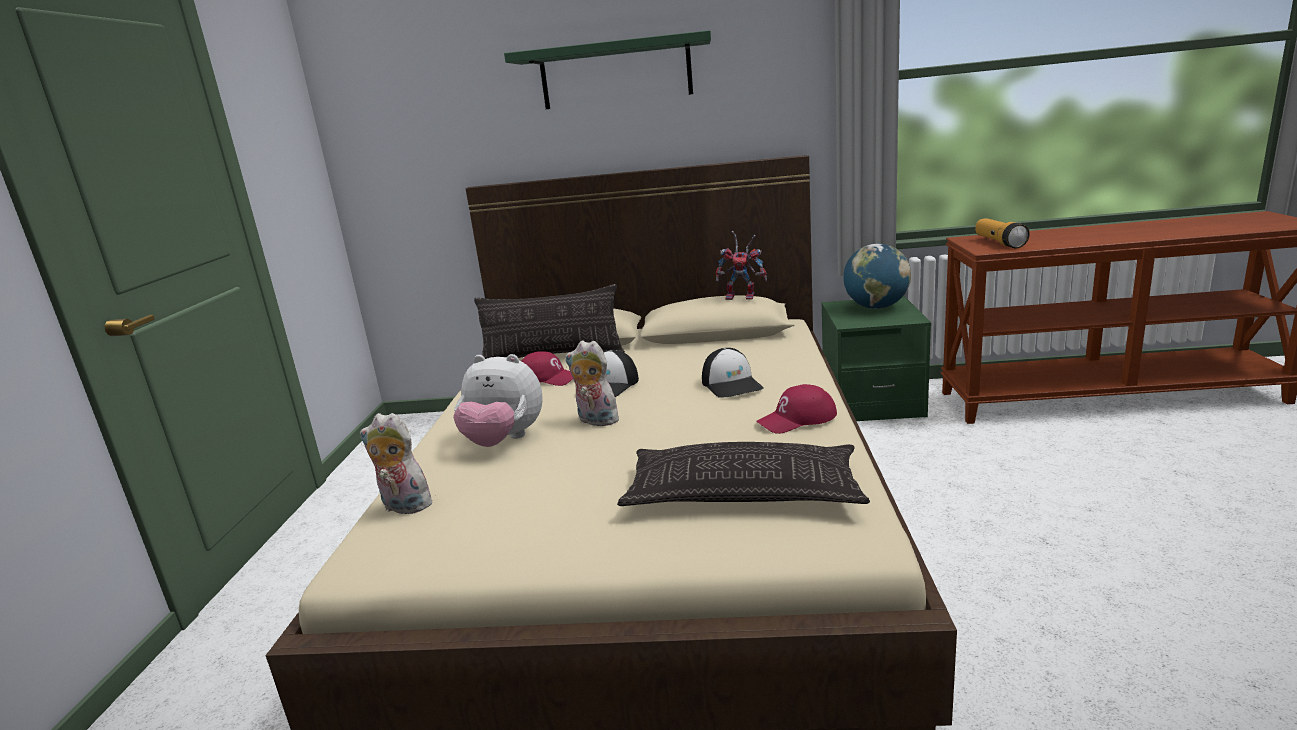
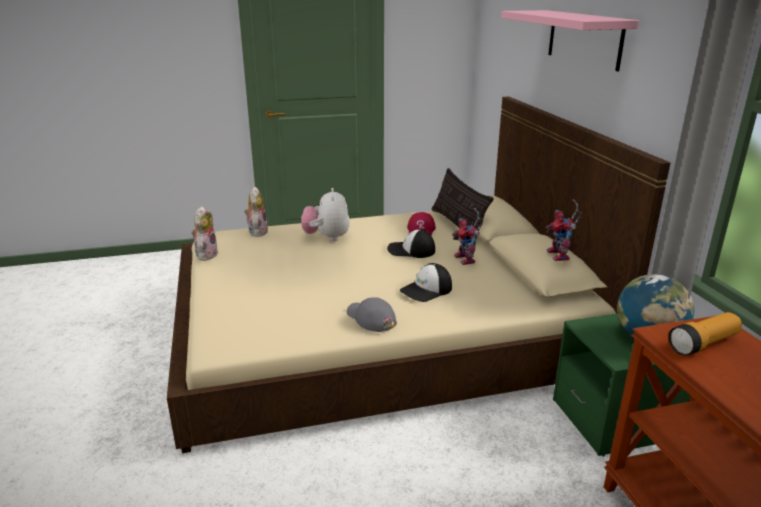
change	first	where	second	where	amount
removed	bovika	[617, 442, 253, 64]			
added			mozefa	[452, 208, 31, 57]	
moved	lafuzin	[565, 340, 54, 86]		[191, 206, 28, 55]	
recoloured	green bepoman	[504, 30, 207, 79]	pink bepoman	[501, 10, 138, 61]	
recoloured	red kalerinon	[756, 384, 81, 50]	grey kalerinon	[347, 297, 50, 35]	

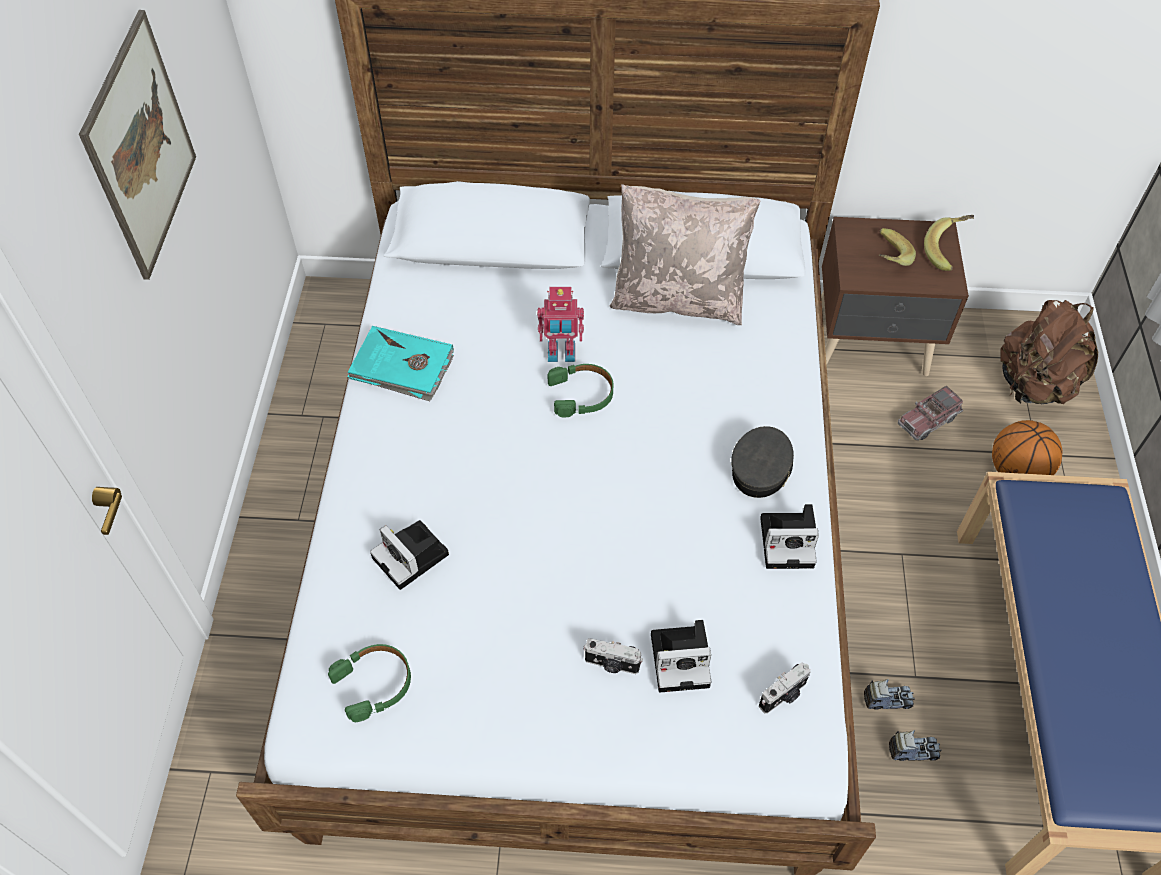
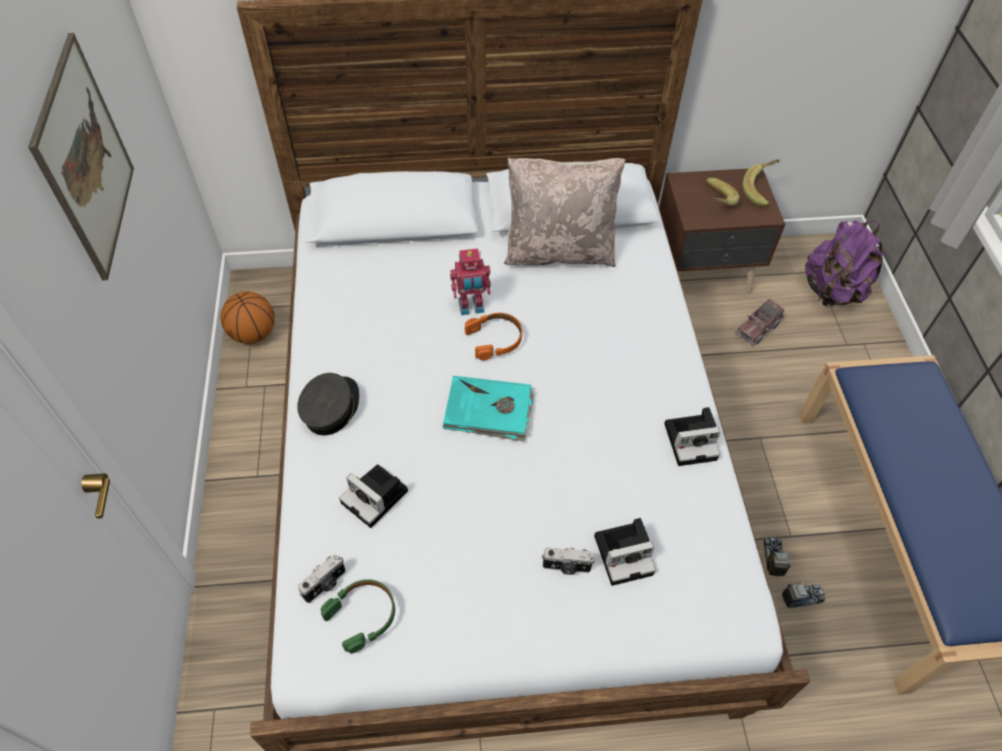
change	first	where	second	where	amount
moved	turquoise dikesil	[347, 326, 107, 75]		[442, 376, 92, 66]	
moved	grey kalerinon	[731, 426, 63, 72]		[297, 373, 62, 62]	
moved	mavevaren	[759, 662, 52, 52]		[298, 554, 48, 49]	
moved	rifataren	[992, 420, 70, 55]		[220, 291, 55, 53]	
recoloured	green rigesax	[547, 364, 66, 53]	orange rigesax	[465, 313, 57, 47]	
recoloured	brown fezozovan	[1001, 300, 97, 104]	purple fezozovan	[805, 220, 78, 86]	
turned	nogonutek	[864, 679, 51, 31]		[764, 537, 27, 39]	75 degrees counterclockwise

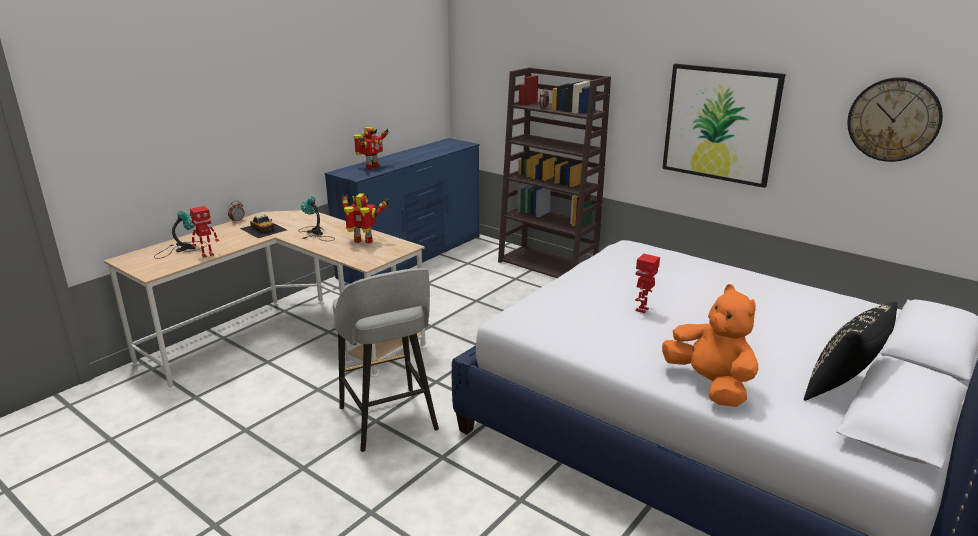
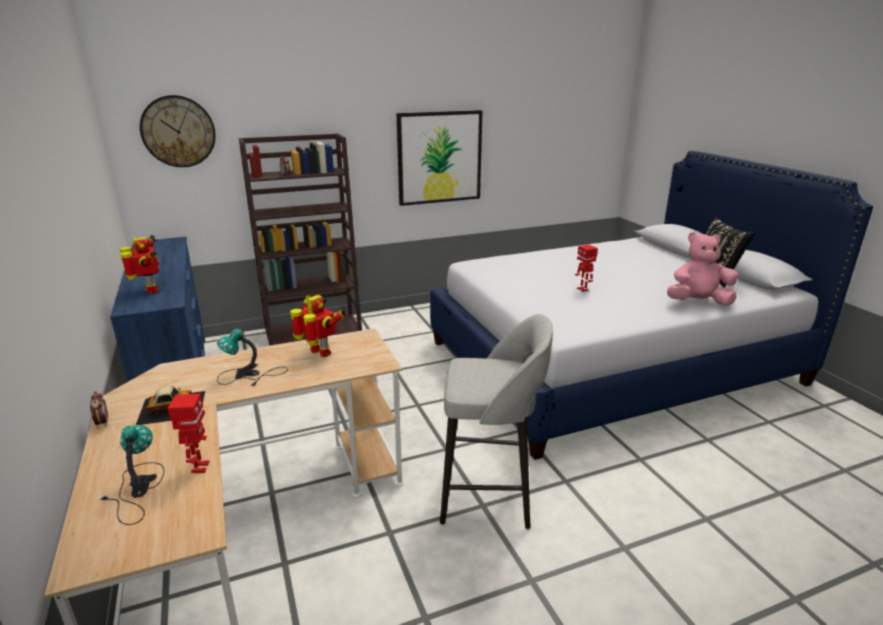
change	first	where	second	where	amount
moved	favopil	[847, 77, 96, 85]		[140, 95, 76, 72]	
recoloured	orange lafuzin	[662, 284, 96, 123]	pink lafuzin	[667, 232, 71, 74]	
turned	mozefa	[342, 193, 47, 50]		[290, 291, 56, 66]	90 degrees clockwise

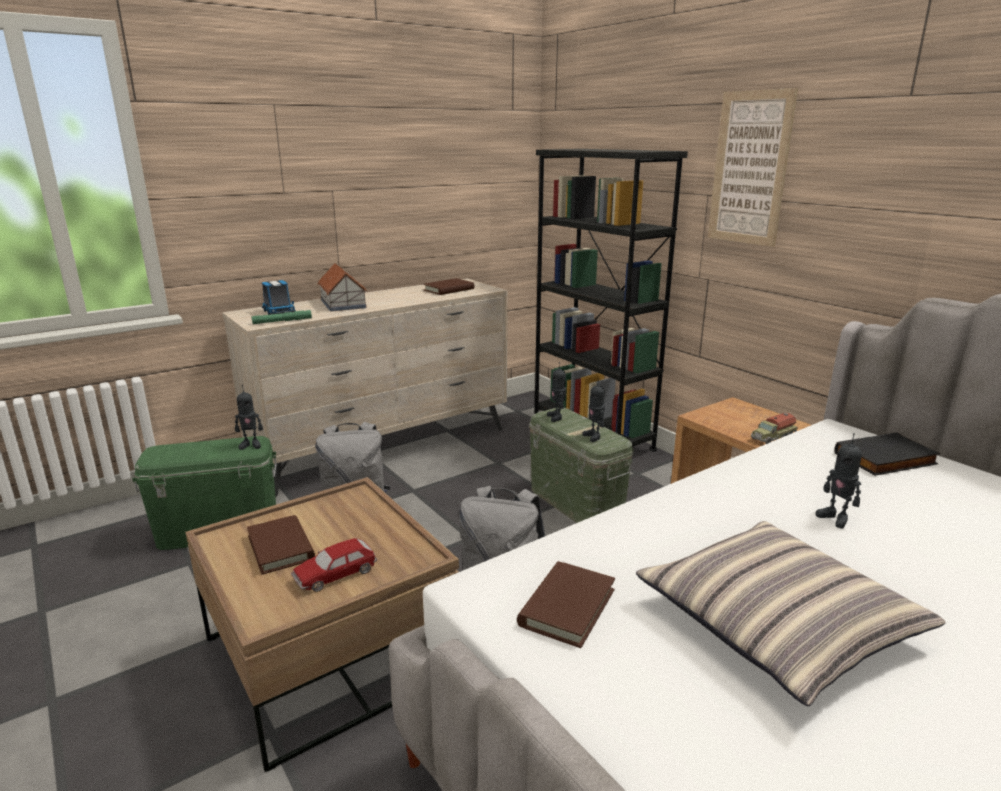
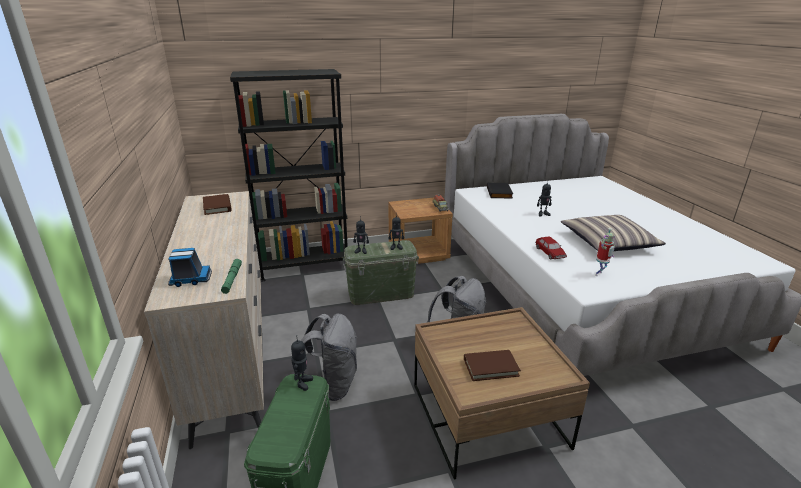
change	first	where	second	where	amount
removed	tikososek	[318, 263, 49, 49]			
removed	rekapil	[708, 88, 90, 159]			
moved	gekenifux	[291, 538, 86, 54]		[535, 236, 32, 23]	
replaced	brown dikesil	[517, 561, 98, 87]	mozefa	[595, 228, 20, 48]	

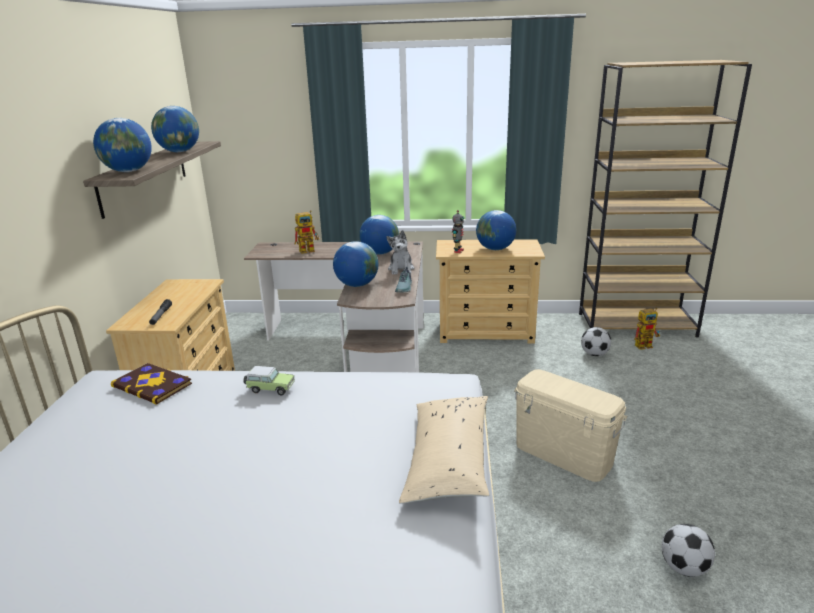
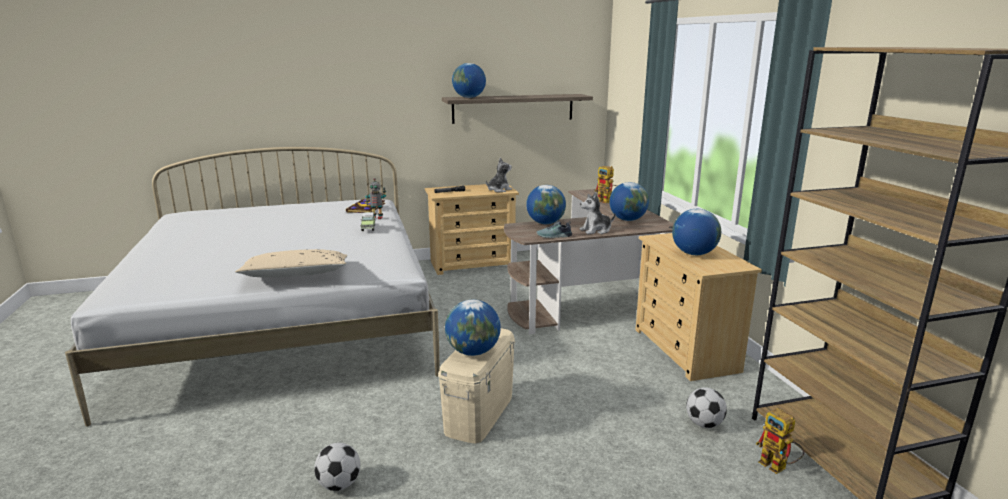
change	first	where	second	where	amount
added			lafuzin	[486, 157, 26, 35]	
moved	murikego	[151, 106, 48, 46]		[445, 300, 56, 56]	
moved	mozefa	[452, 210, 12, 43]		[366, 178, 20, 41]	

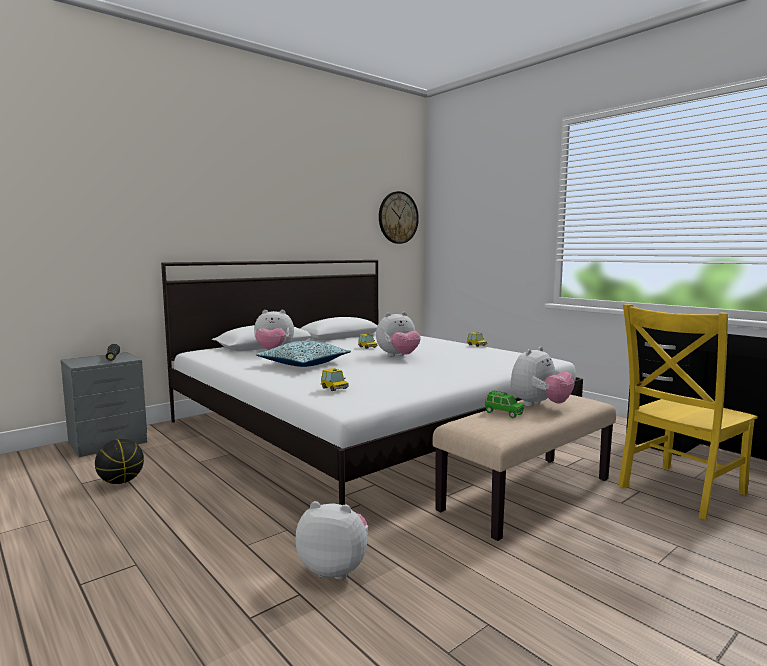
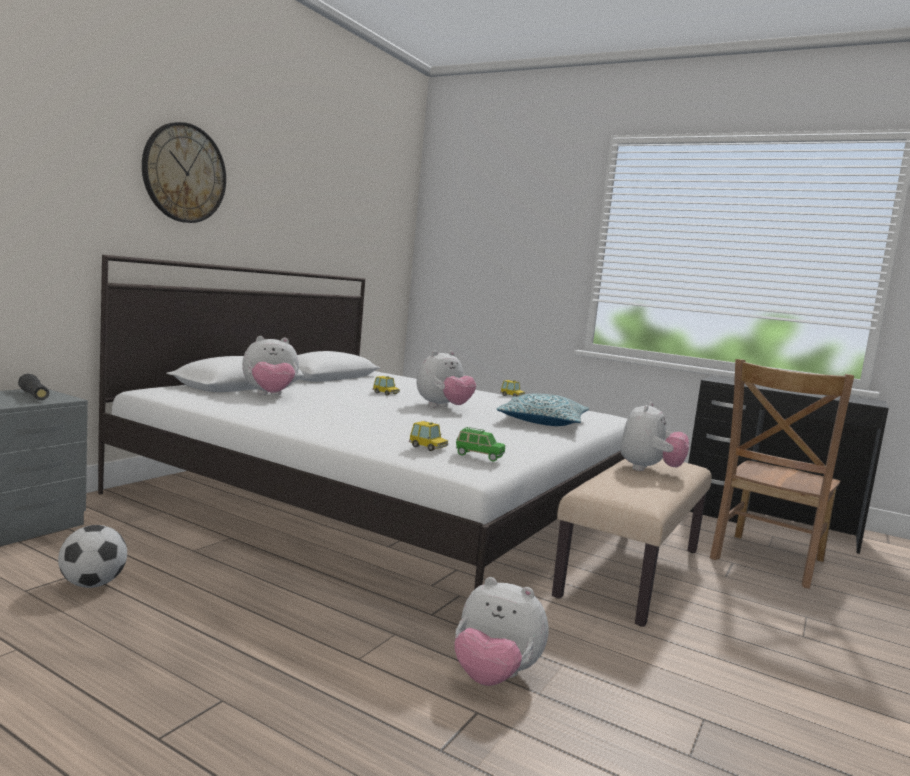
change	first	where	second	where	amount
moved	bovika	[256, 341, 95, 26]		[496, 394, 93, 32]	
moved	favopil	[379, 191, 40, 53]		[142, 122, 84, 101]	
moved	green gekenifux	[485, 391, 39, 27]		[456, 427, 49, 34]	
replaced	rifataren	[95, 439, 49, 45]	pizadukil	[58, 525, 69, 63]	
recoloured	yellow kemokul	[618, 304, 140, 216]	brown kemokul	[710, 359, 144, 230]	
turned	lafuzin	[296, 501, 72, 79]		[454, 577, 95, 109]	150 degrees counterclockwise

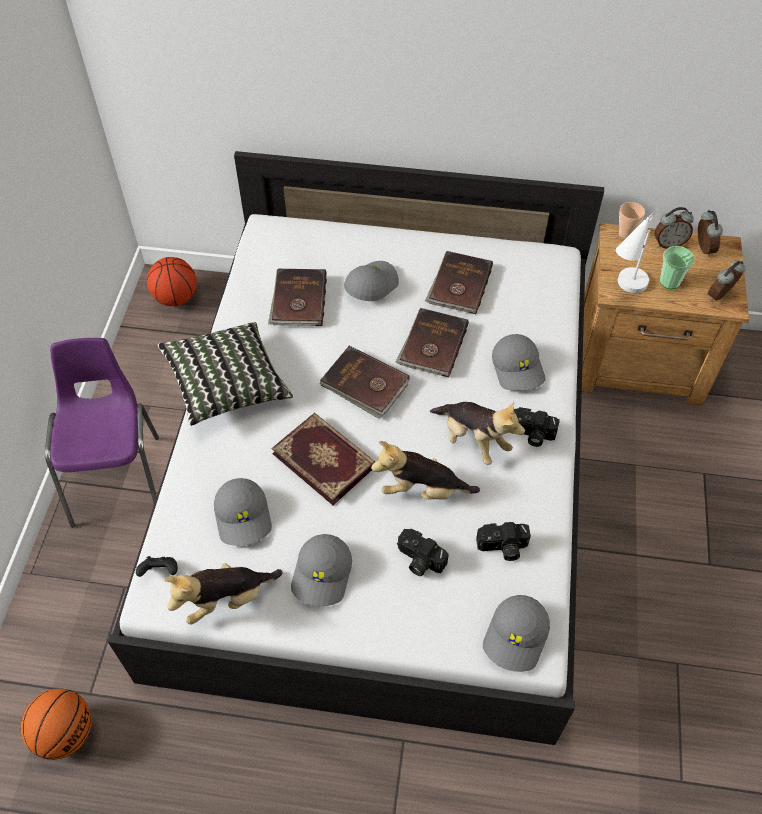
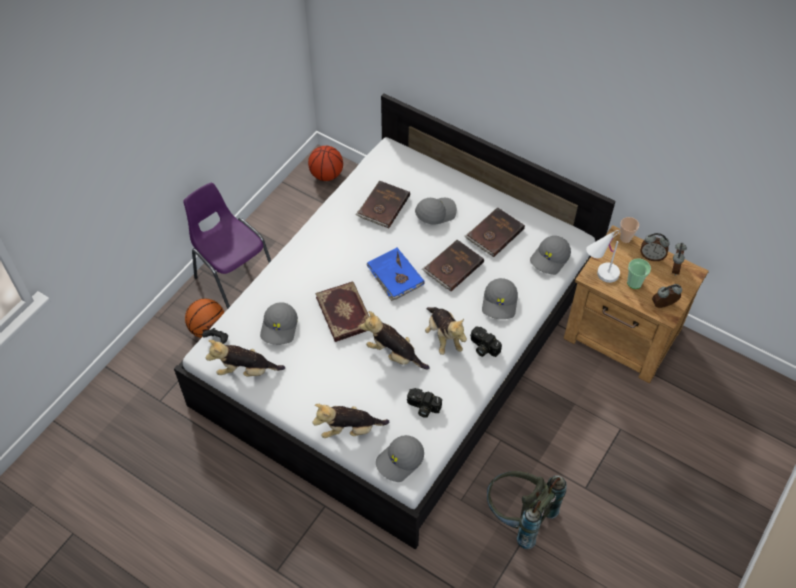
change	first	where	second	where	amount
removed	bovika	[158, 322, 135, 104]			
removed	mavevaren	[397, 529, 52, 47]			
added			lafuzin	[313, 404, 76, 34]	
added			grey fezozovan	[487, 471, 80, 79]	
moved	rifataren	[20, 689, 72, 71]		[185, 299, 39, 39]	
moved	grey kalerinon	[291, 534, 61, 72]		[530, 236, 41, 39]	
recoloured	brown dikesil	[319, 346, 91, 73]	blue dikesil	[367, 248, 58, 53]	
turned	purple kemokul	[45, 338, 114, 190]		[183, 183, 88, 126]	60 degrees counterclockwise

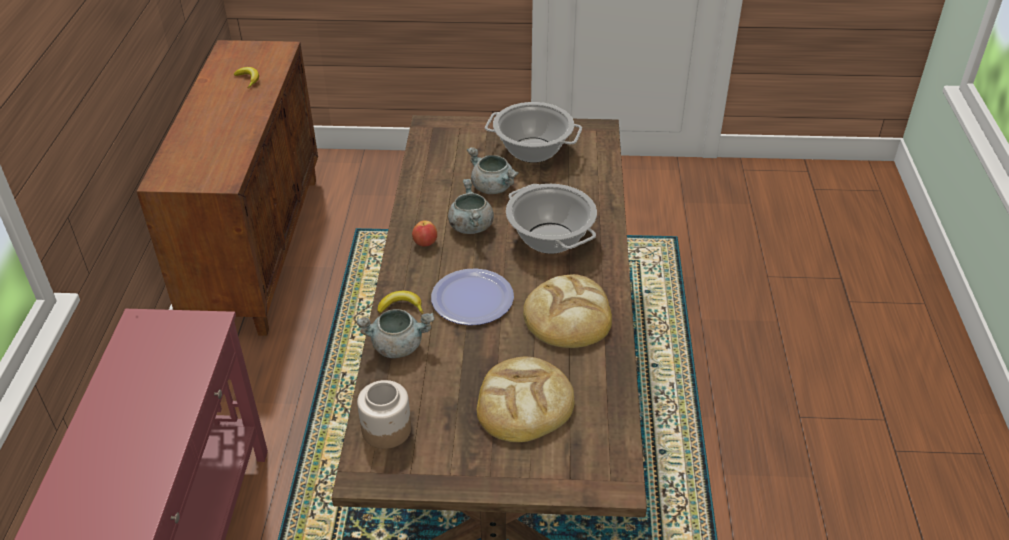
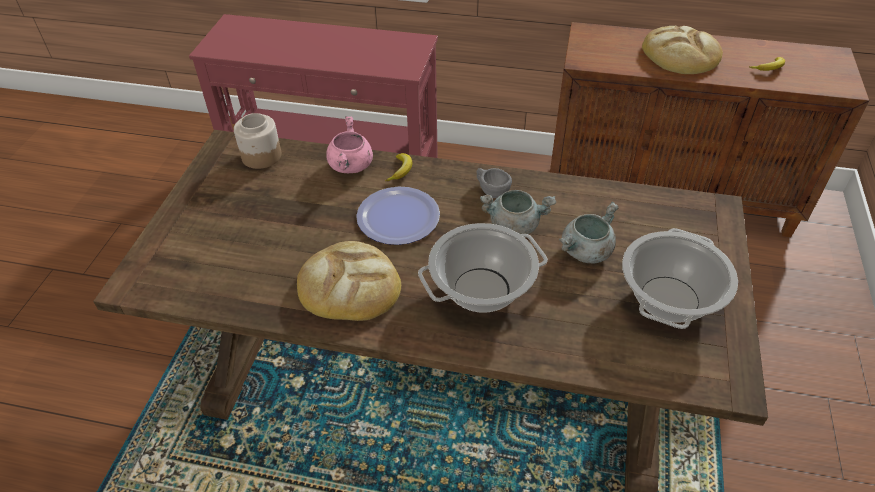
change	first	where	second	where	amount
moved	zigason	[477, 357, 98, 85]		[642, 26, 81, 48]	
replaced	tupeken	[412, 221, 25, 25]	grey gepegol	[476, 168, 36, 30]	
recoloured	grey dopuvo	[357, 309, 77, 49]	pink dopuvo	[326, 116, 47, 57]	

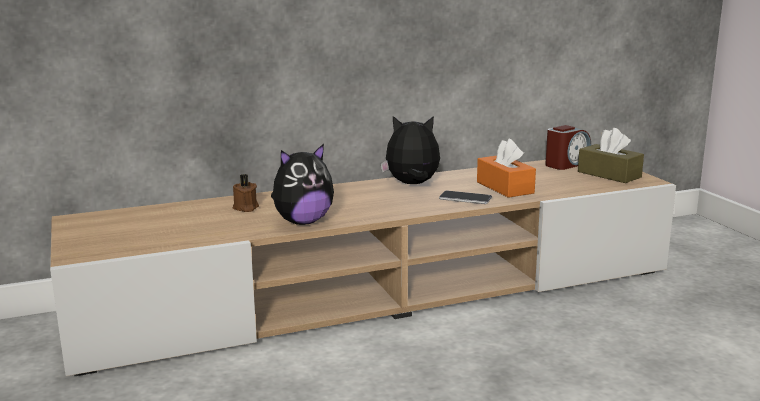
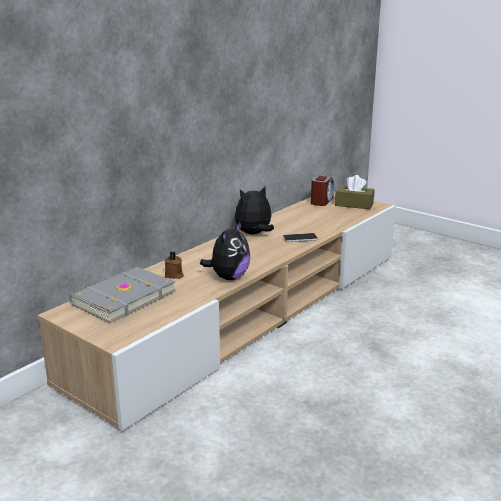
change	first	where	second	where	amount
removed	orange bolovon	[477, 139, 59, 59]			
added			grey dikesil	[69, 267, 107, 56]	

